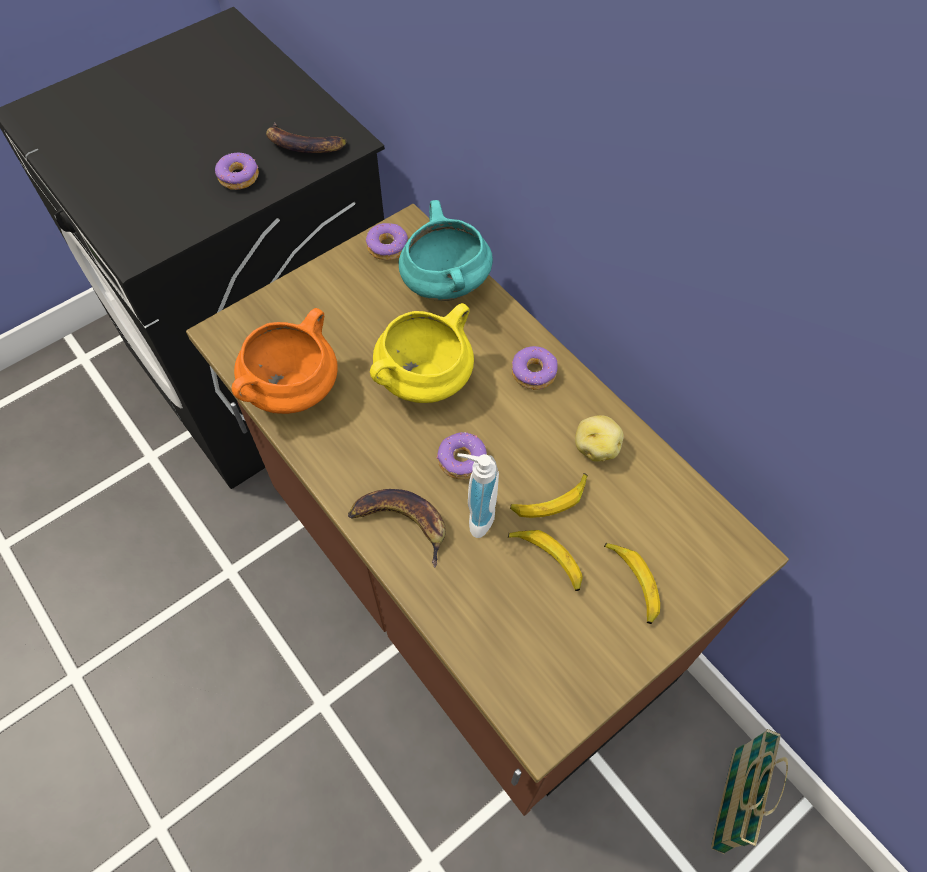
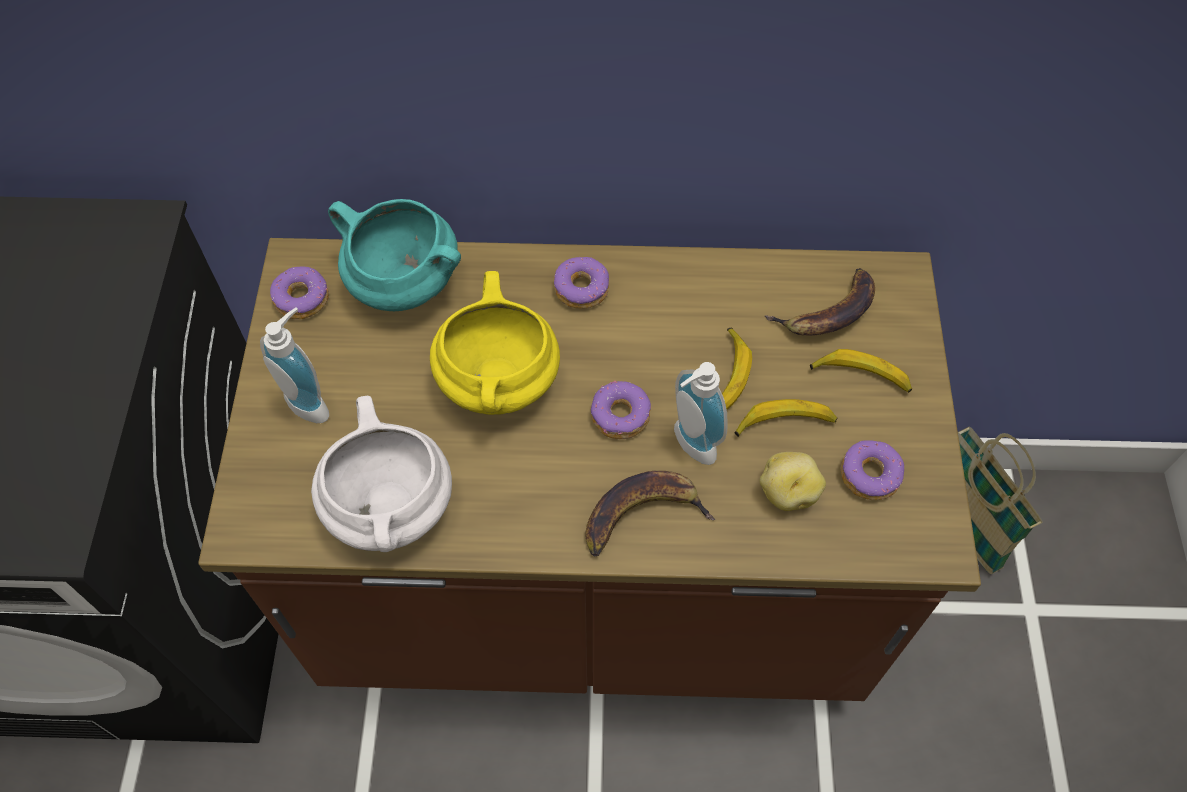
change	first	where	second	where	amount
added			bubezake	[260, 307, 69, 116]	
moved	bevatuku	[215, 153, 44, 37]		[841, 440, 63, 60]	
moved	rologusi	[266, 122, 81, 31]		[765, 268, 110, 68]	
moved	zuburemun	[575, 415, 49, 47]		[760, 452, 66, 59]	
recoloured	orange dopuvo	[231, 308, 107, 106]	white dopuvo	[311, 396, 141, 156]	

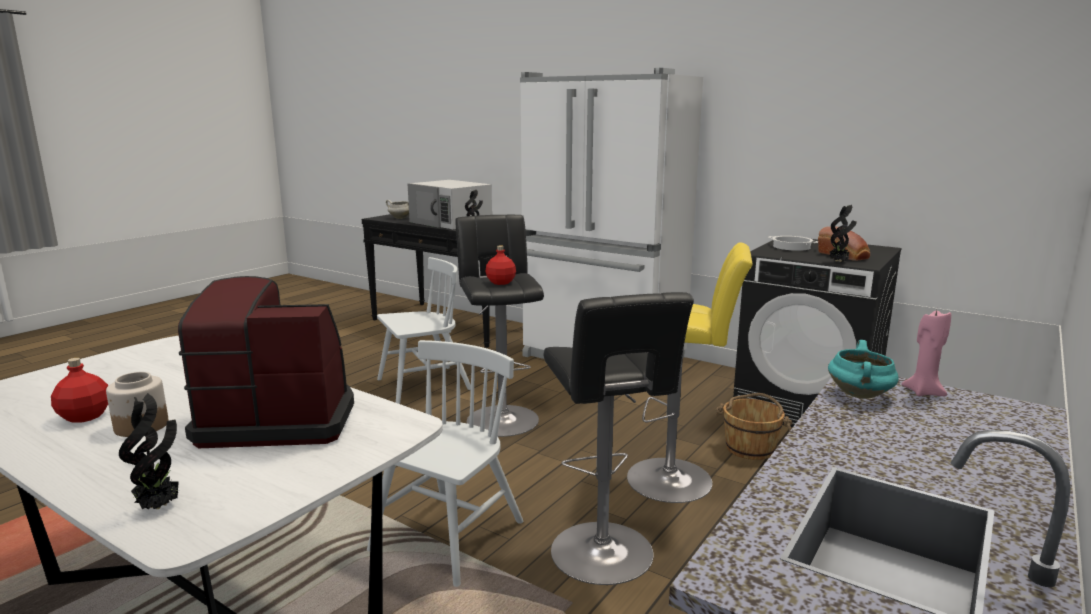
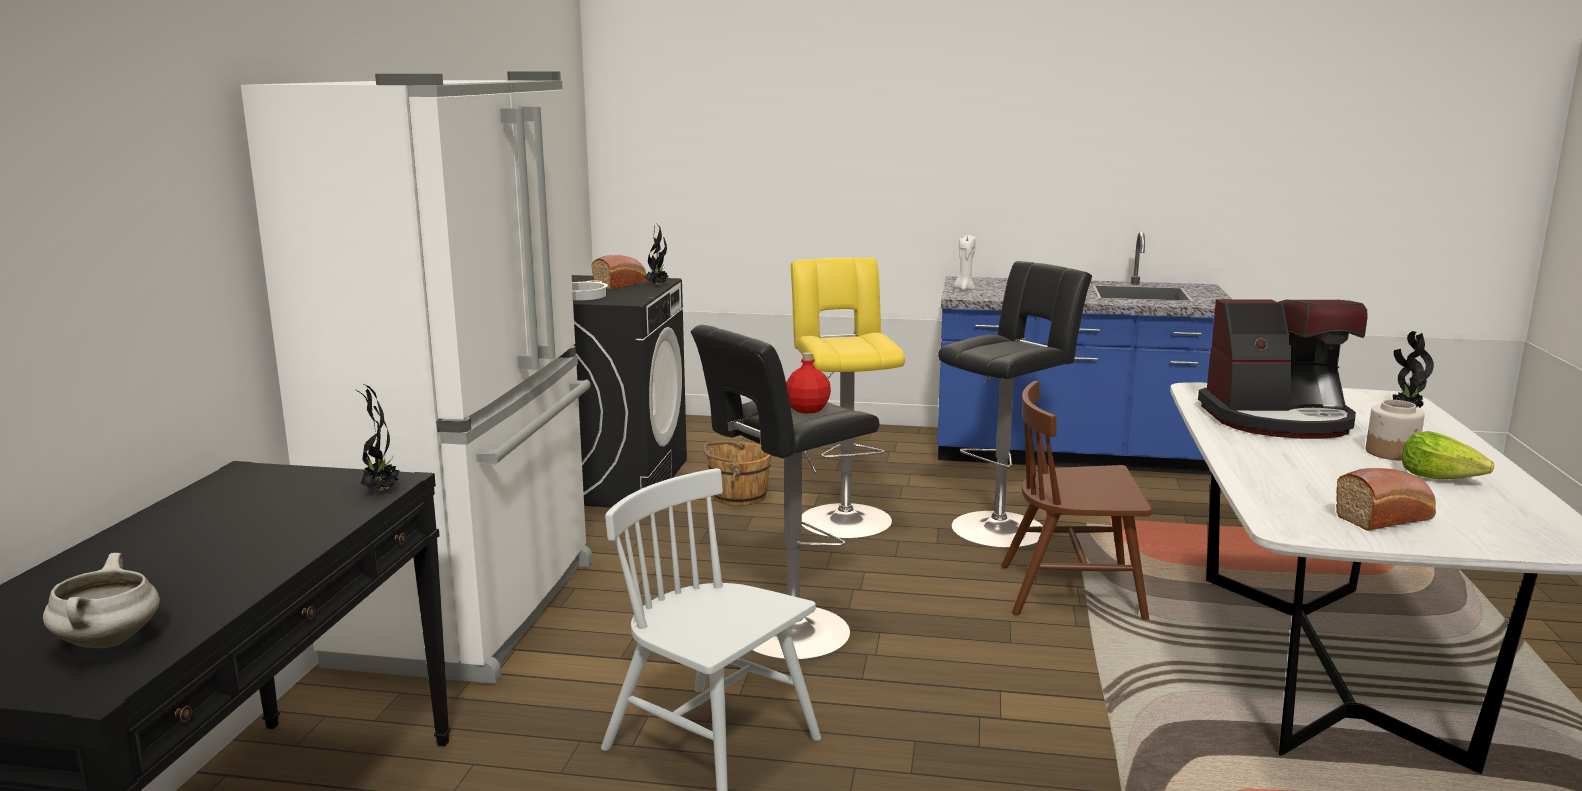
change	first	where	second	where	amount
removed	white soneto	[408, 180, 84, 49]			
removed	turquoise dopuvo	[828, 340, 71, 59]			
added			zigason	[1336, 468, 100, 63]	
replaced	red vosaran	[51, 358, 57, 65]	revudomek	[1401, 431, 93, 48]	
recoloured	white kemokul	[367, 340, 156, 247]	brown kemokul	[1001, 381, 151, 239]	
recoloured	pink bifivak	[901, 310, 50, 86]	white bifivak	[954, 234, 22, 56]	
turned	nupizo	[178, 276, 176, 172]		[1198, 299, 169, 140]	60 degrees counterclockwise

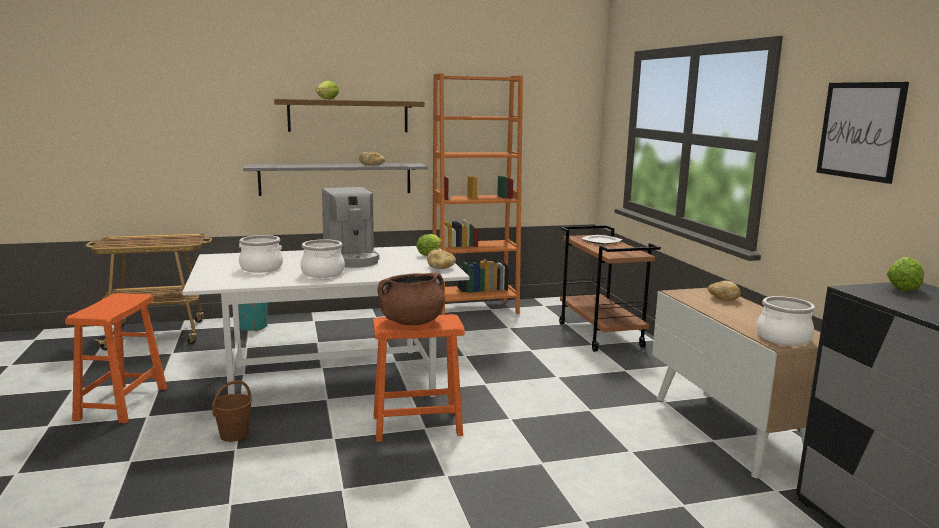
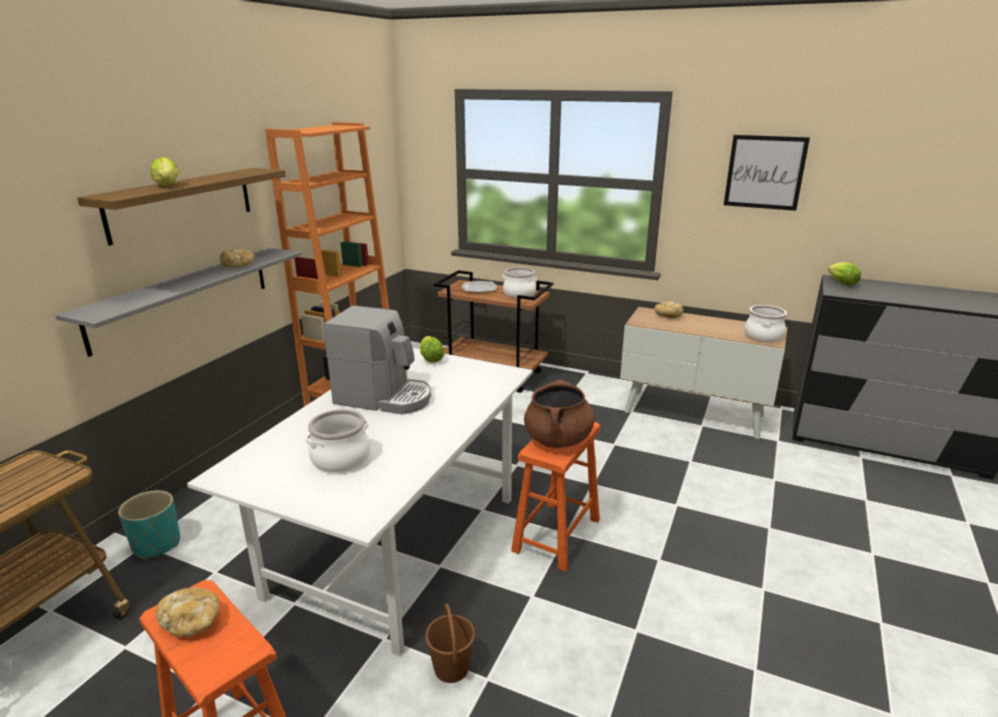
change	first	where	second	where	amount
moved	dopuvo	[301, 239, 44, 39]		[502, 267, 35, 31]	
moved	zigason	[427, 250, 29, 19]		[156, 587, 64, 50]	

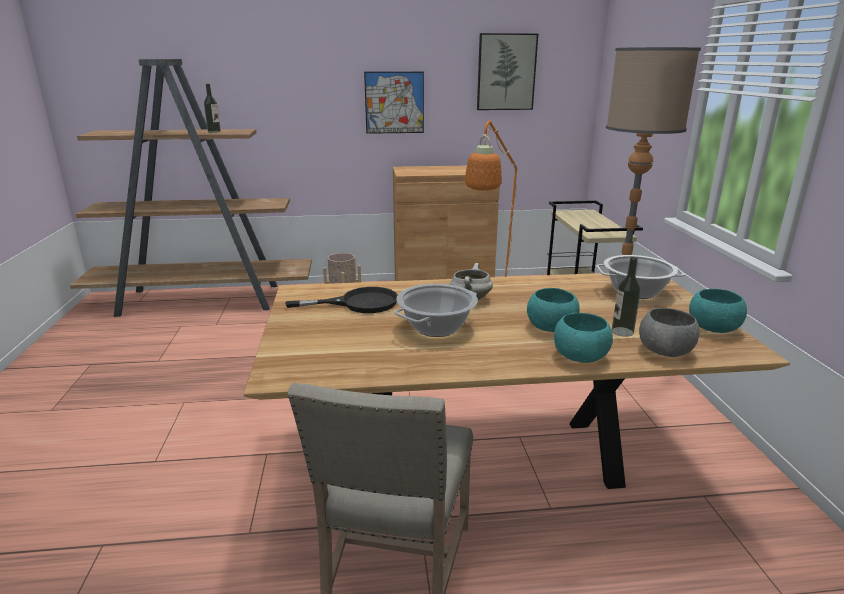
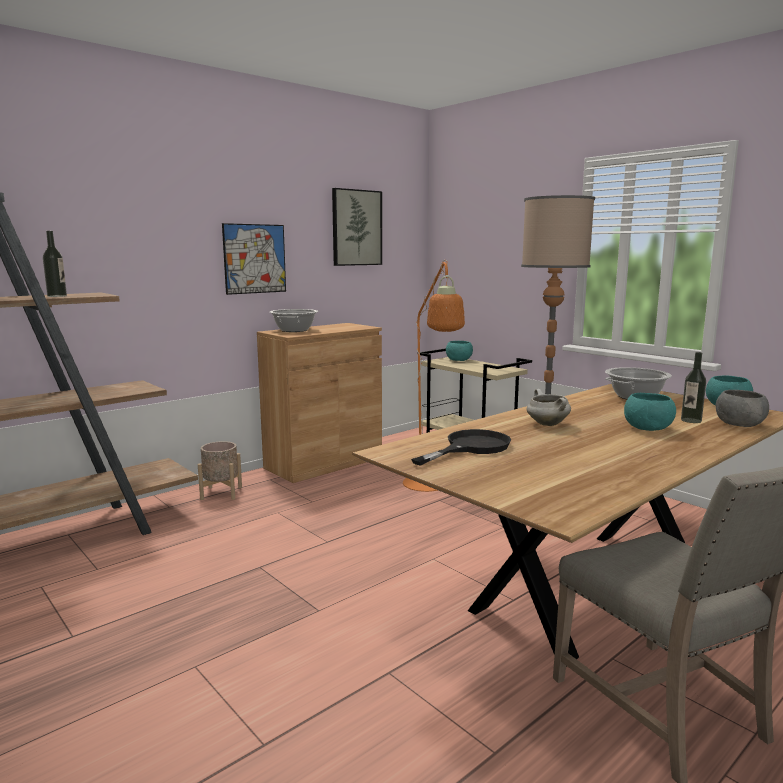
change	first	where	second	where	amount
moved	dopuvo	[394, 284, 84, 53]		[269, 309, 49, 23]	
moved	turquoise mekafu	[554, 313, 59, 50]		[446, 341, 27, 20]	

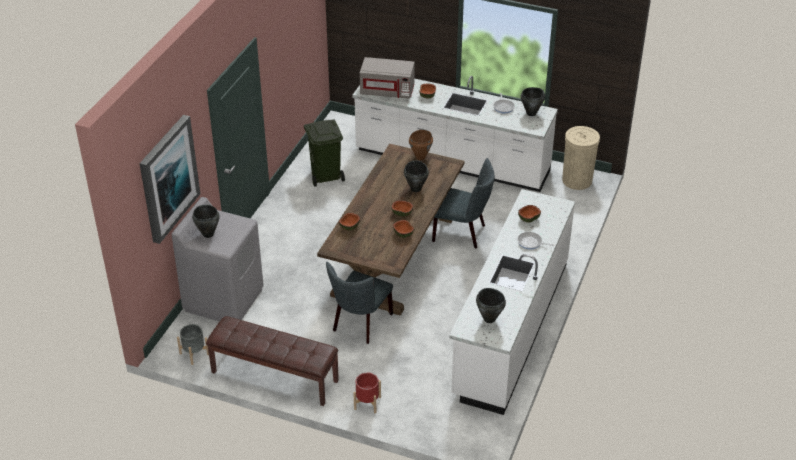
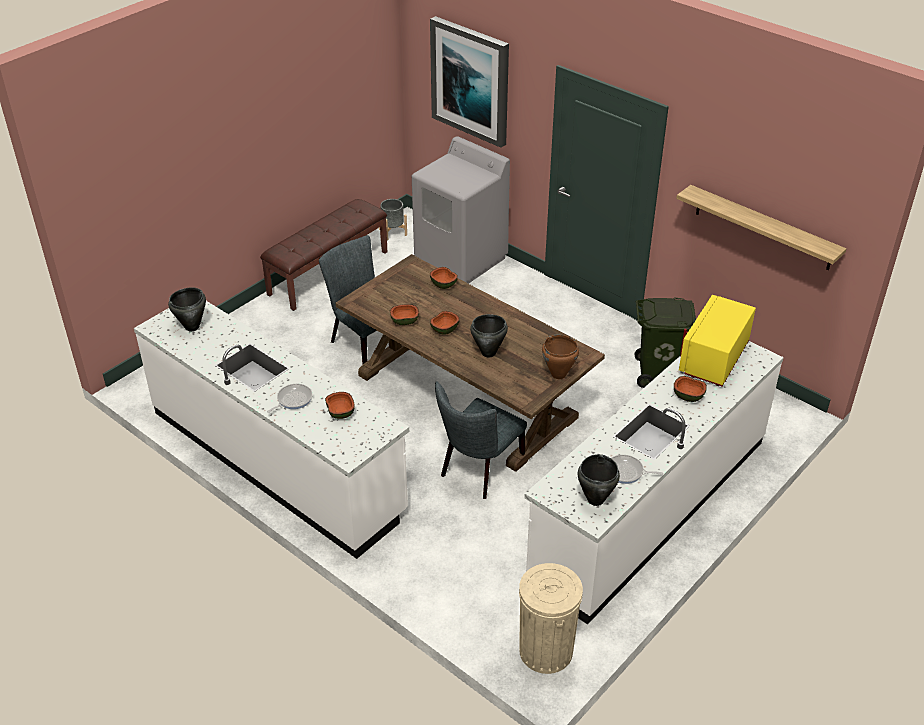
change	first	where	second	where	amount
removed	black dopuvo	[192, 205, 28, 33]			
removed	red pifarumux	[353, 372, 28, 41]			
added			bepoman	[676, 185, 171, 85]	
recoloured	grey soneto	[360, 57, 55, 42]	yellow soneto	[679, 295, 77, 91]	

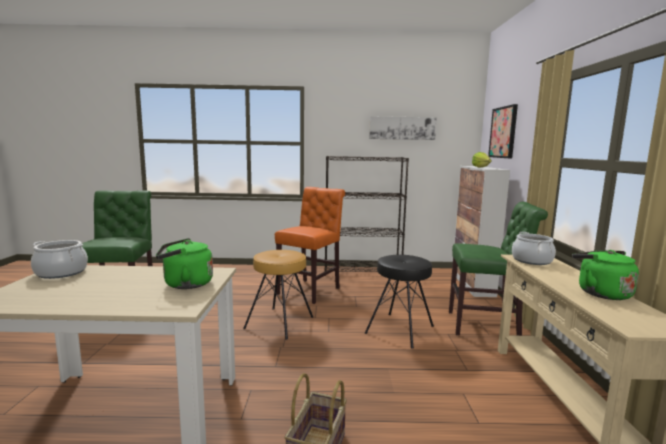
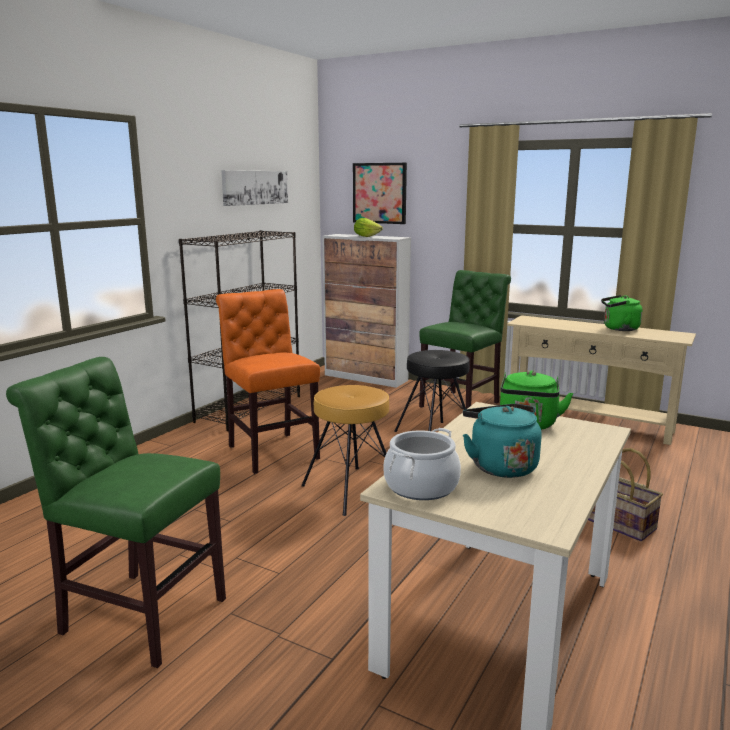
change	first	where	second	where	amount
removed	dopuvo	[512, 232, 44, 33]			
added			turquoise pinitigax	[463, 404, 79, 74]	

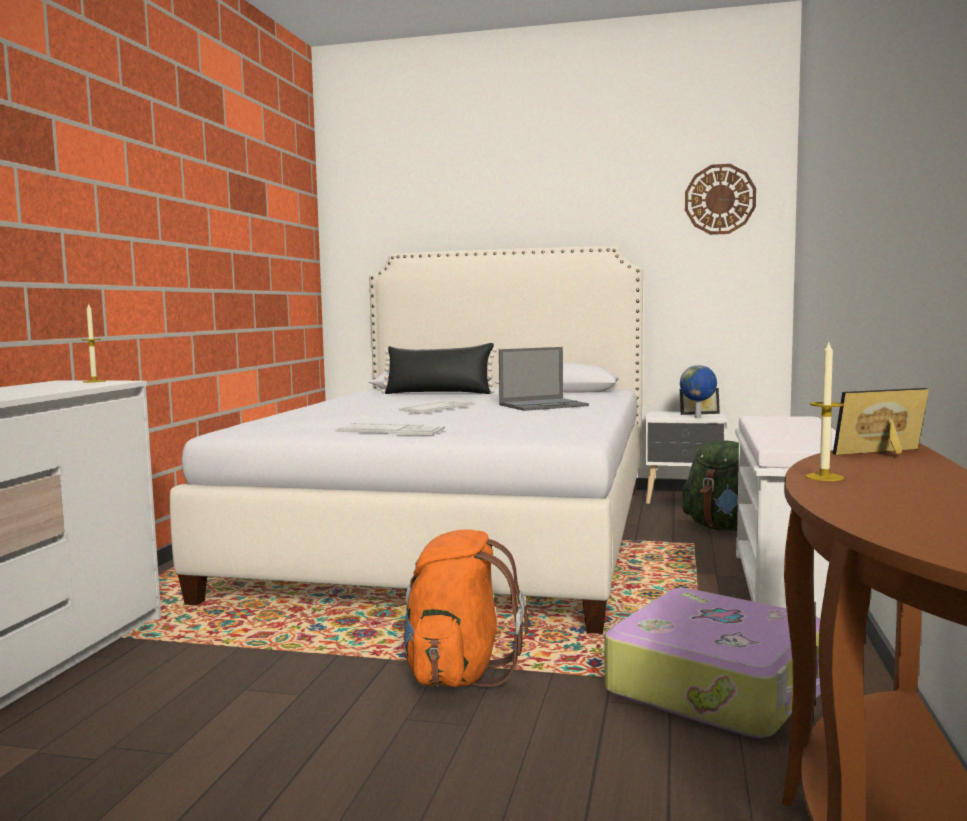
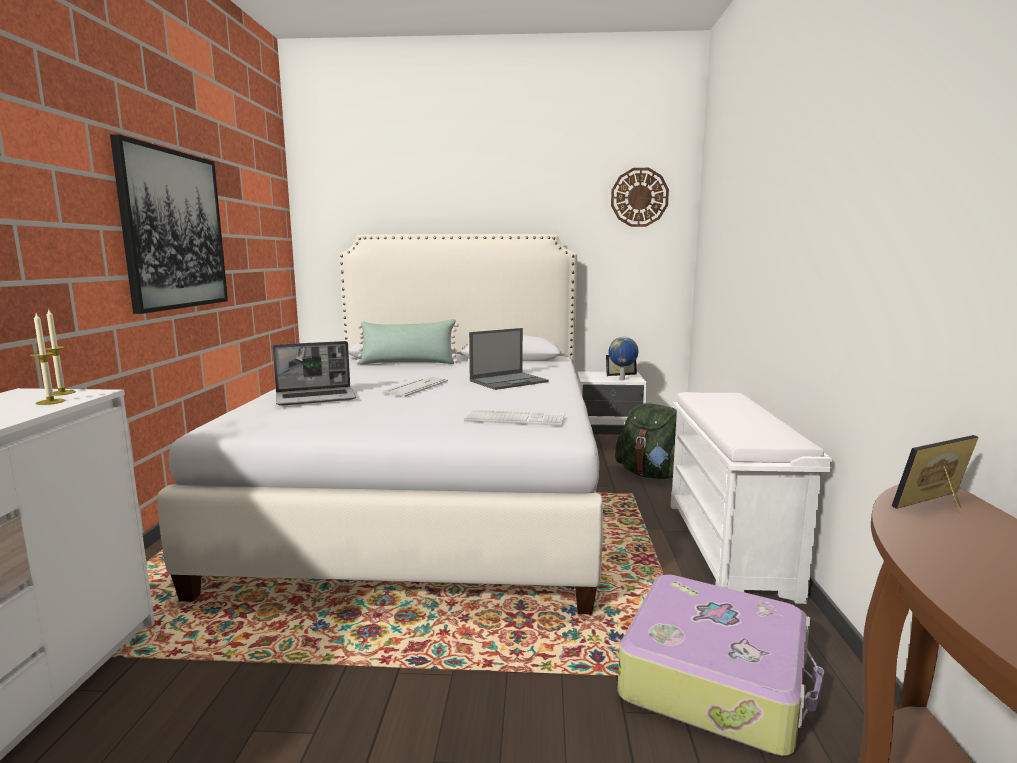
change	first	where	second	where	amount
removed	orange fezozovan	[395, 530, 134, 157]			
added			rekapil	[110, 134, 118, 180]	
added			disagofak	[272, 341, 84, 65]	
moved	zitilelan	[335, 423, 110, 12]		[464, 410, 100, 16]	
moved	bifivak	[805, 342, 39, 139]		[30, 313, 36, 92]	
recoloured	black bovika	[381, 343, 116, 51]	green bovika	[356, 319, 103, 45]	

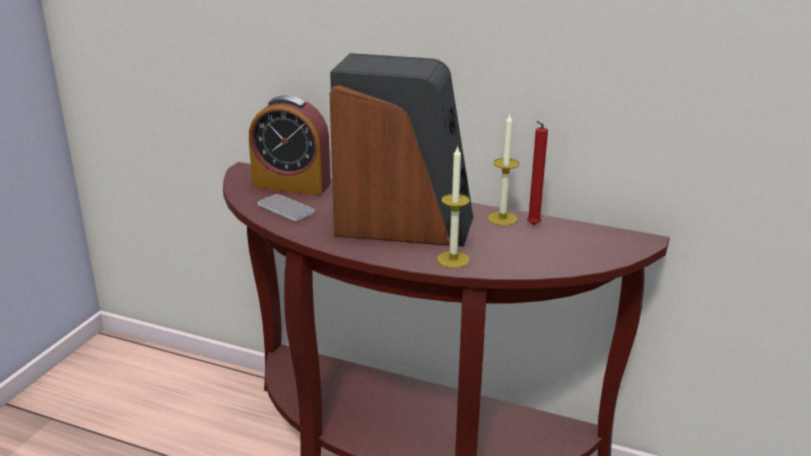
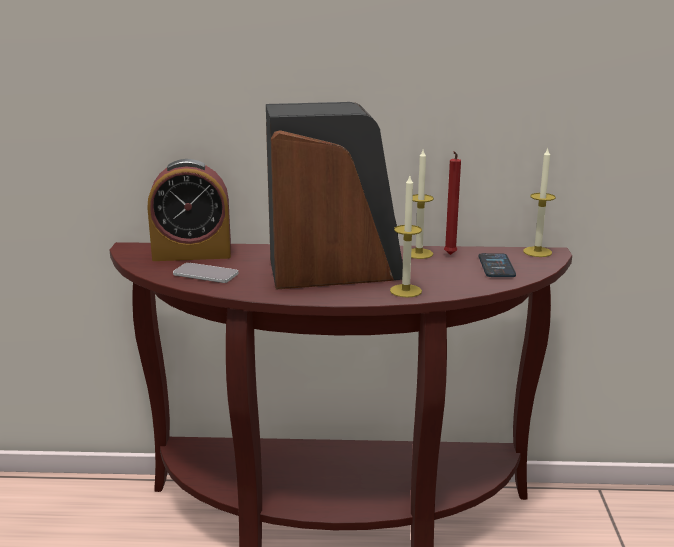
change	first	where	second	where	amount
added			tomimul	[479, 253, 37, 24]	
added			bifivak	[523, 149, 33, 108]	

